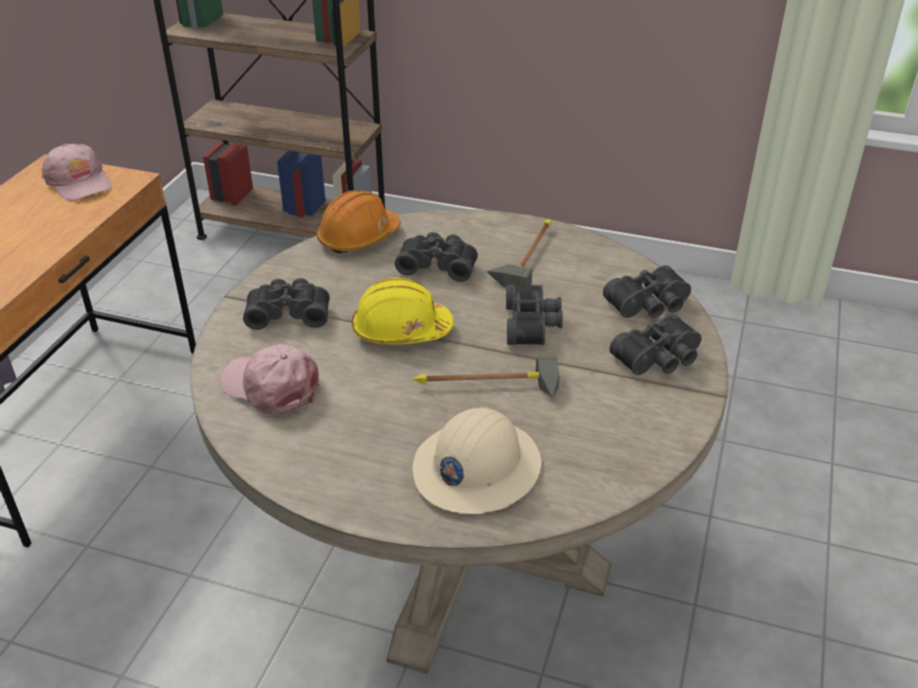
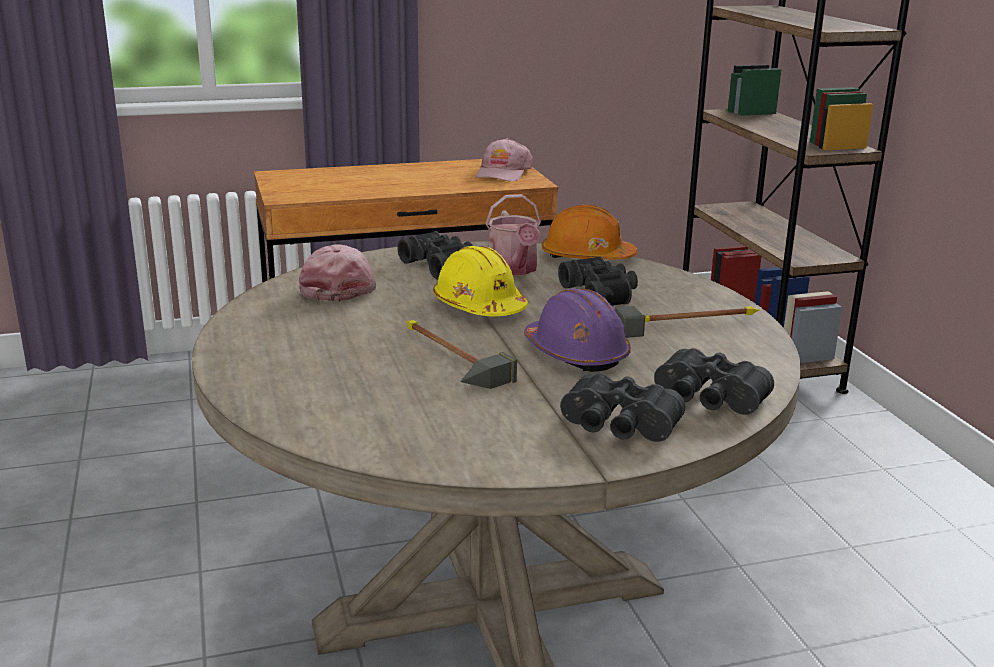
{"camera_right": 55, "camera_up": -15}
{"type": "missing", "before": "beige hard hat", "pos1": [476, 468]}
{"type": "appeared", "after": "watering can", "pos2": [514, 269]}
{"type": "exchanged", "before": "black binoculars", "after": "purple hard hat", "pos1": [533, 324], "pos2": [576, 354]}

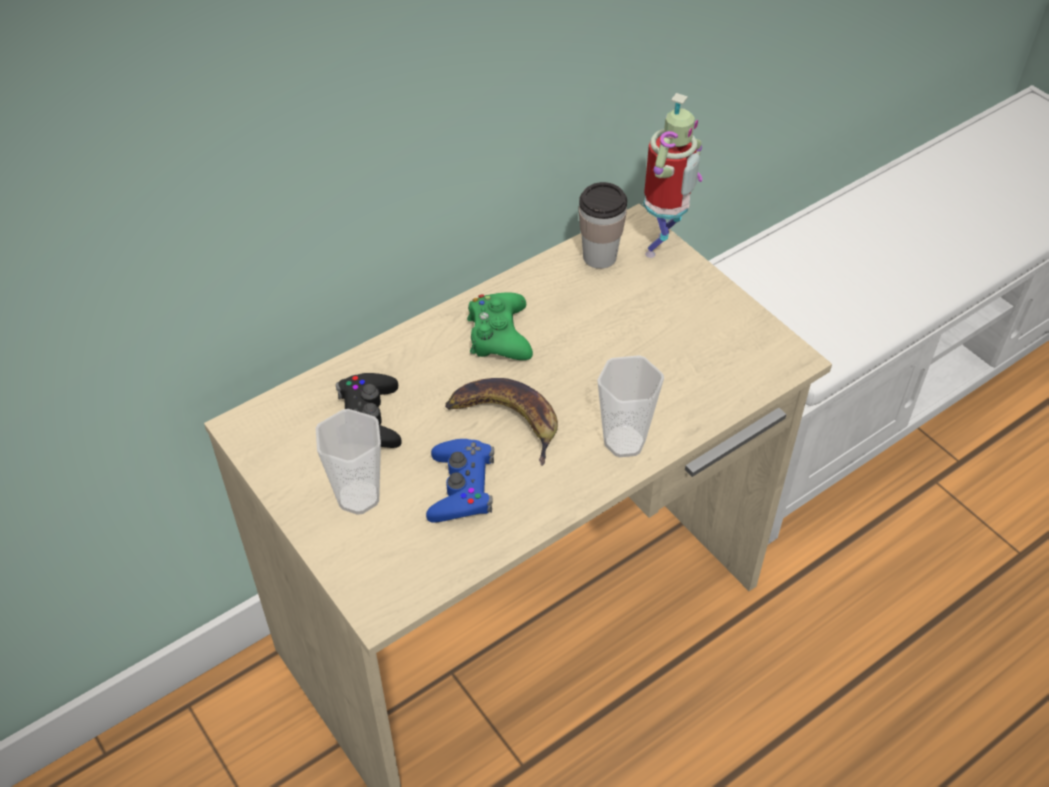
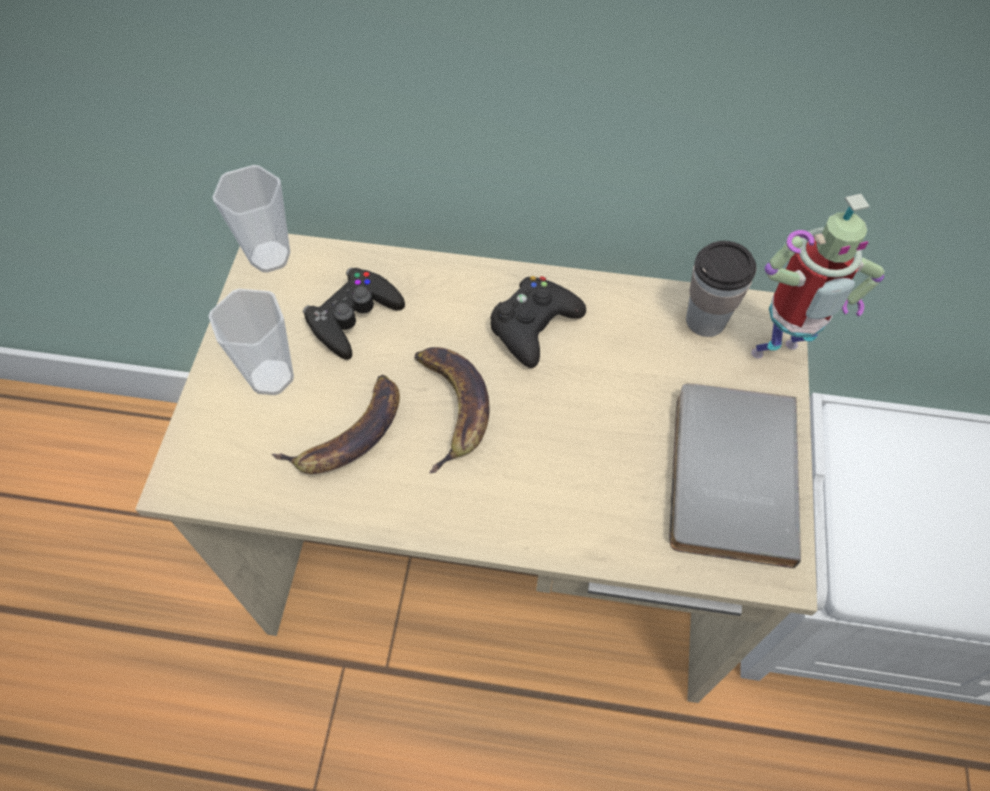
{"camera_right": 45, "camera_up": 10}
{"type": "appeared", "after": "grey book", "pos2": [725, 474]}
{"type": "relocated", "before": "cup", "pos1": [624, 442], "pos2": [270, 257]}
{"type": "exchanged", "before": "blue game controller", "after": "banana", "pos1": [461, 487], "pos2": [349, 435]}
{"type": "colour", "before": "green game controller", "after": "black game controller", "pos1": [499, 335], "pos2": [533, 326]}

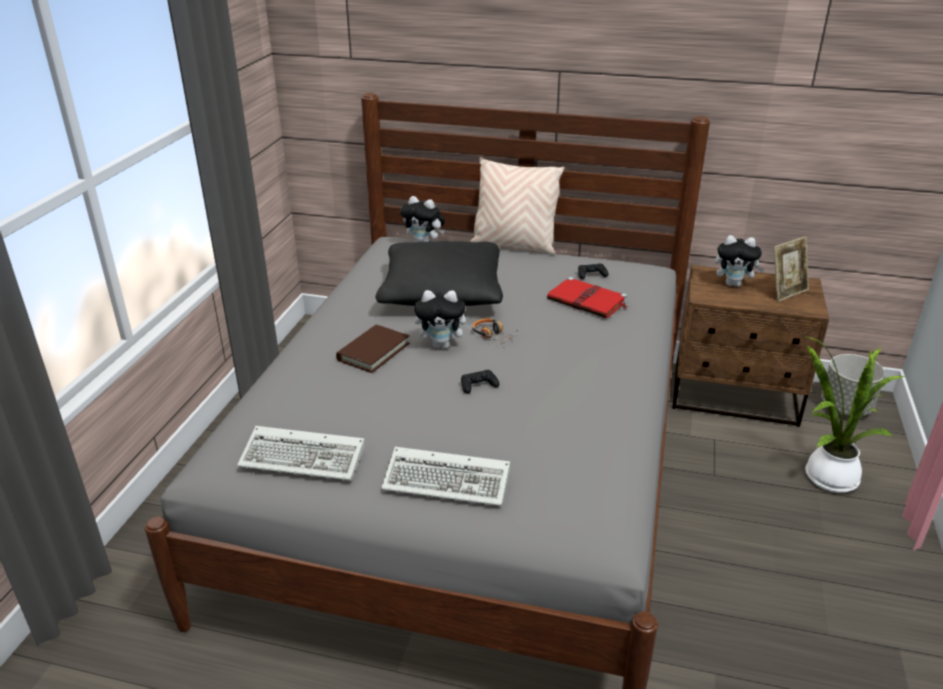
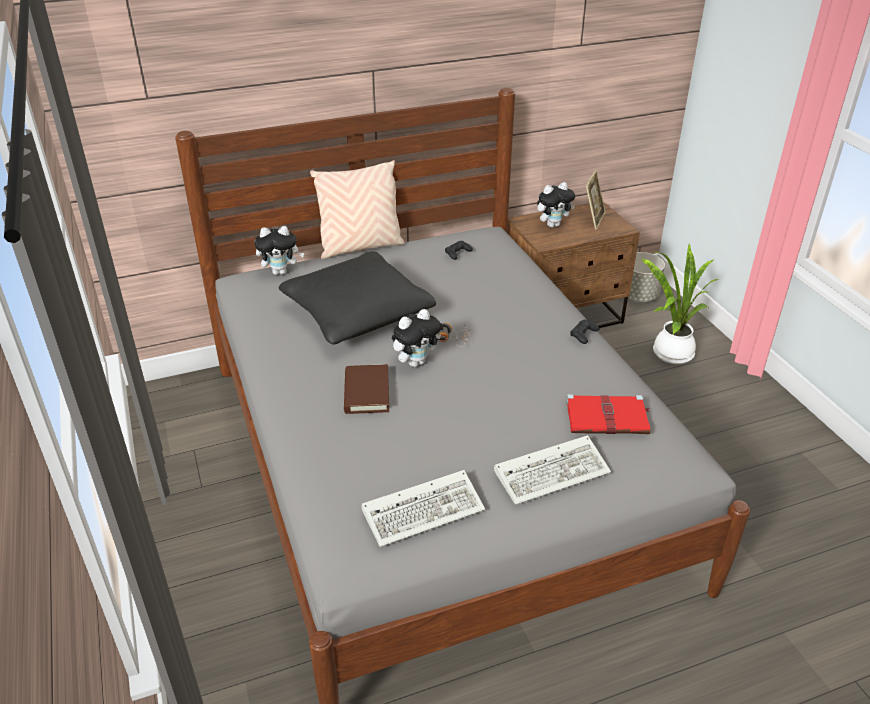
{"camera_right": -35, "camera_up": 5}
{"type": "relocated", "before": "black game controller", "pos1": [478, 385], "pos2": [583, 335]}
{"type": "relocated", "before": "red book", "pos1": [588, 301], "pos2": [608, 418]}

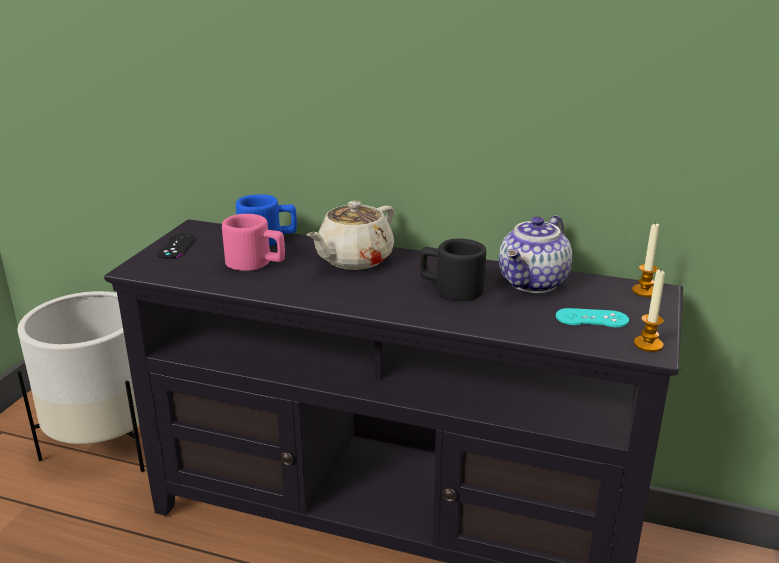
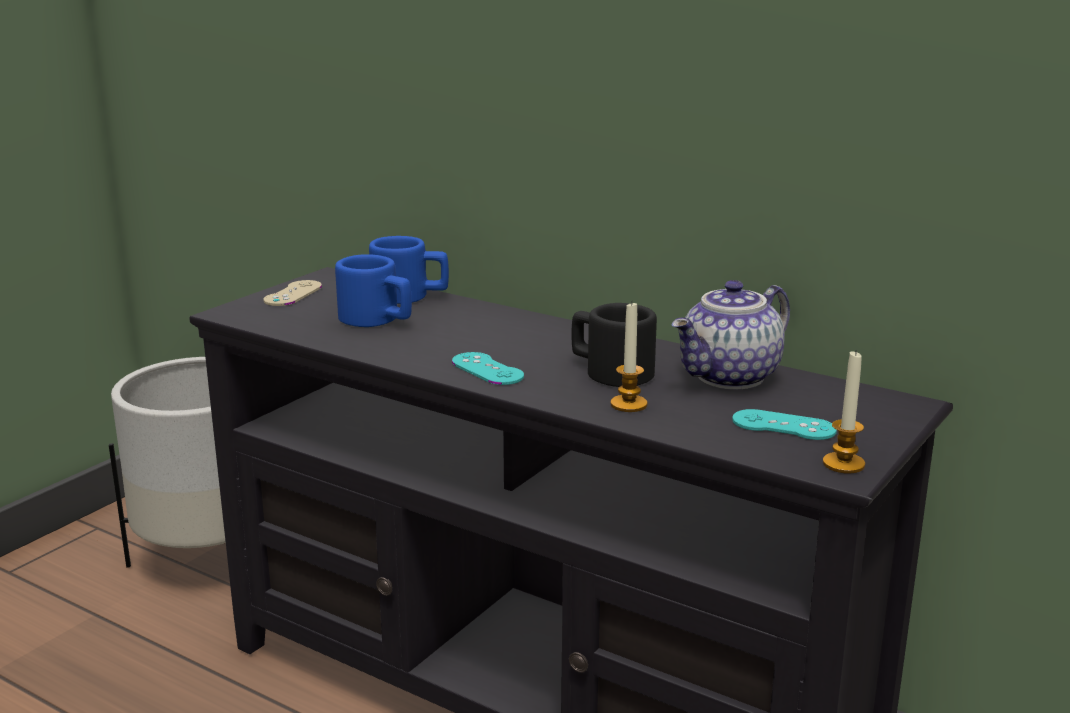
{"camera_right": 15, "camera_up": -5}
{"type": "missing", "before": "beige teapot", "pos1": [353, 260]}
{"type": "appeared", "after": "turquoise game controller", "pos2": [487, 369]}
{"type": "relocated", "before": "candle", "pos1": [644, 291], "pos2": [628, 404]}
{"type": "colour", "before": "black game controller", "after": "beige game controller", "pos1": [176, 246], "pos2": [293, 294]}
{"type": "colour", "before": "pink mug", "after": "blue mug", "pos1": [256, 263], "pos2": [377, 320]}

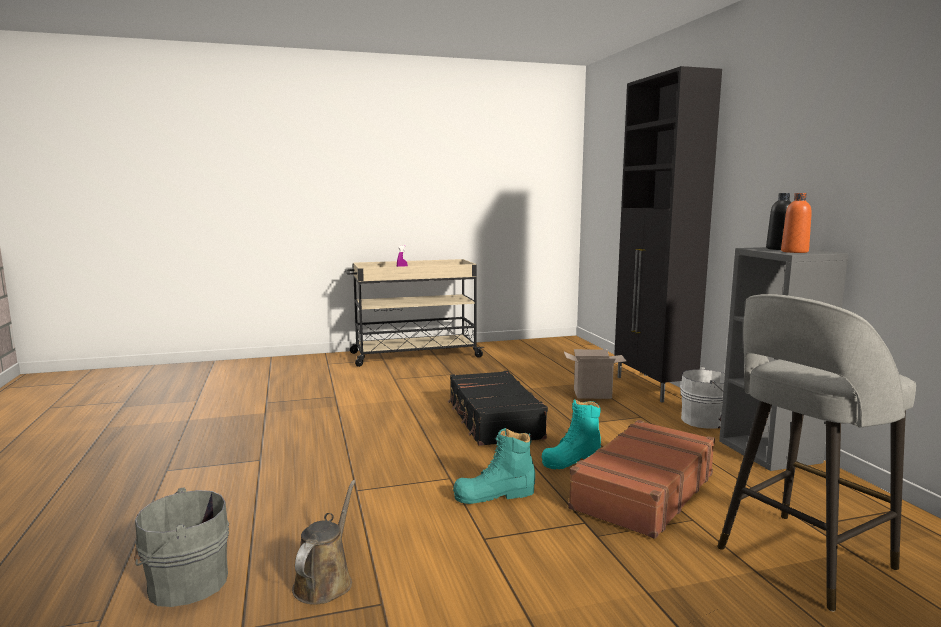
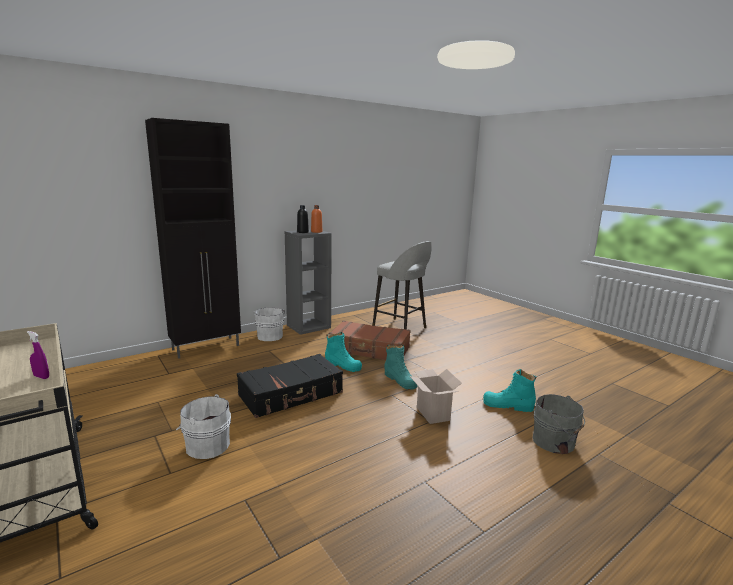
{"camera_right": -110, "camera_up": 5}
{"type": "appeared", "after": "white bucket", "pos2": [206, 445]}
{"type": "relocated", "before": "cardboard box", "pos1": [593, 394], "pos2": [431, 413]}
{"type": "exchanged", "before": "brown watering can", "after": "turquoise boot", "pos1": [325, 581], "pos2": [508, 405]}

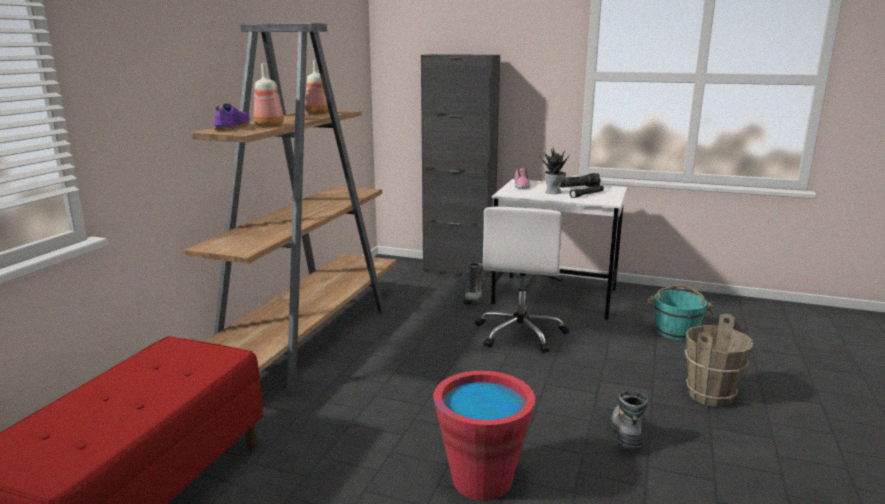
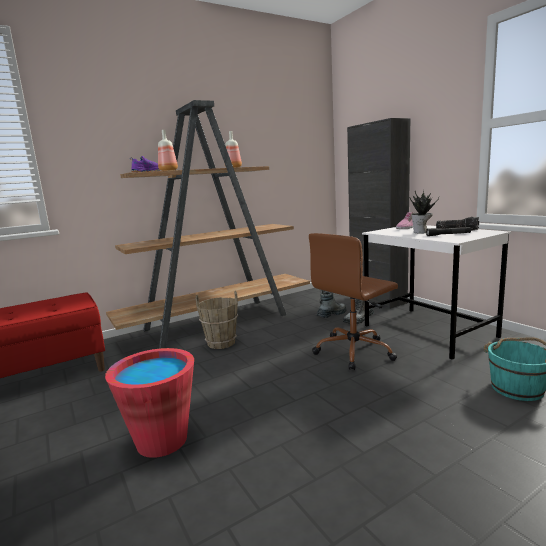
{"camera_right": 40, "camera_up": -5}
{"type": "relocated", "before": "boot", "pos1": [625, 434], "pos2": [331, 315]}
{"type": "relocated", "before": "brown bucket", "pos1": [710, 395], "pos2": [221, 343]}
{"type": "colour", "before": "white office chair", "after": "brown office chair", "pos1": [520, 333], "pos2": [354, 351]}

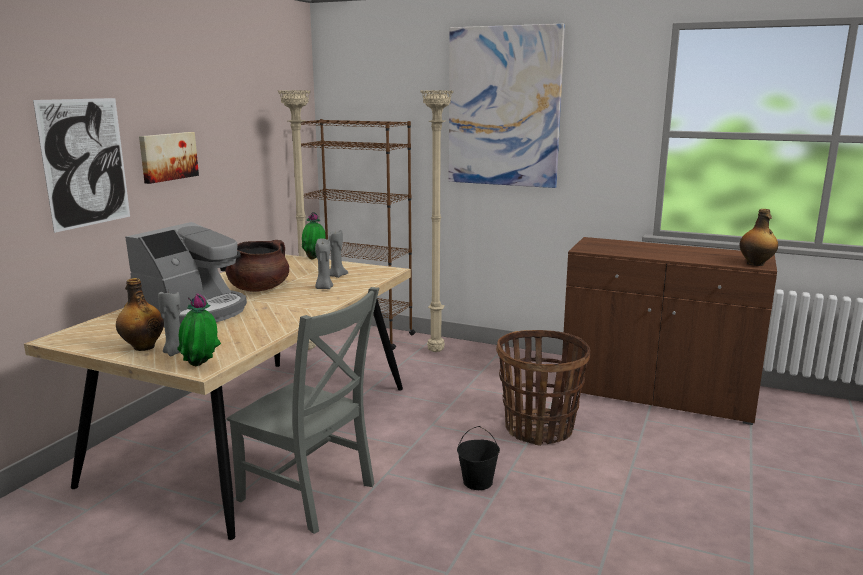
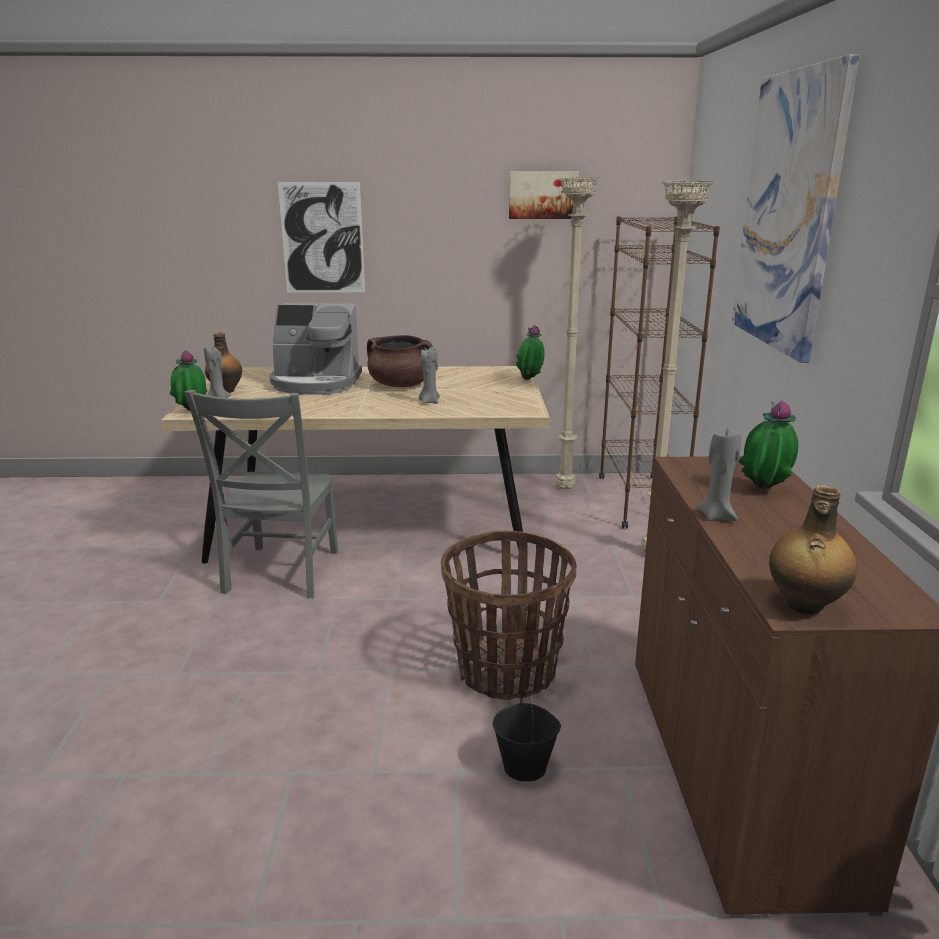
{"camera_right": 65, "camera_up": 5}
{"type": "appeared", "after": "potted plant", "pos2": [763, 490]}
{"type": "relocated", "before": "picture", "pos1": [167, 156], "pos2": [543, 195]}
{"type": "relocated", "before": "grey candle", "pos1": [336, 276], "pos2": [716, 516]}
{"type": "relocated", "before": "black bucket", "pos1": [478, 482], "pos2": [525, 766]}

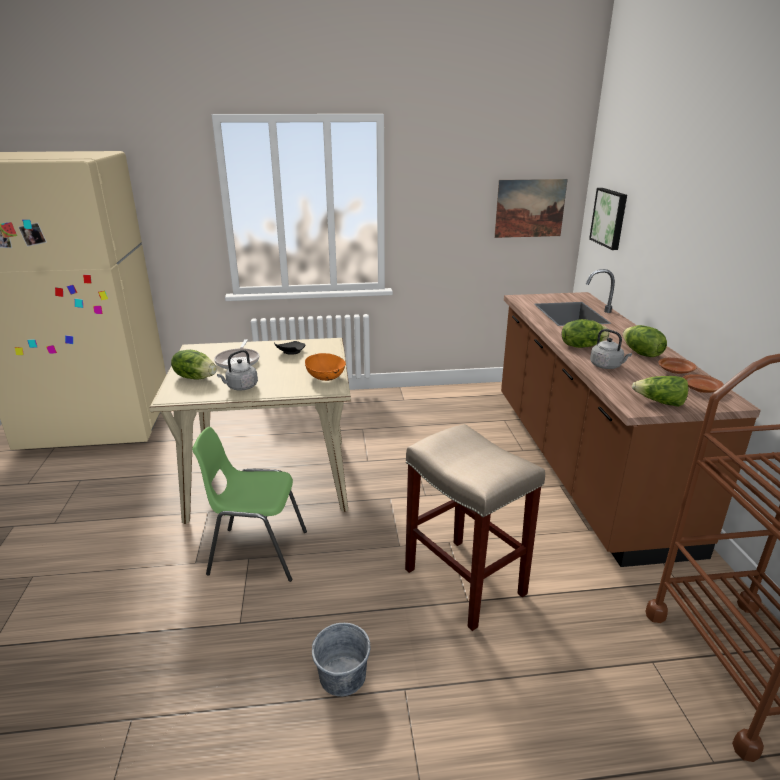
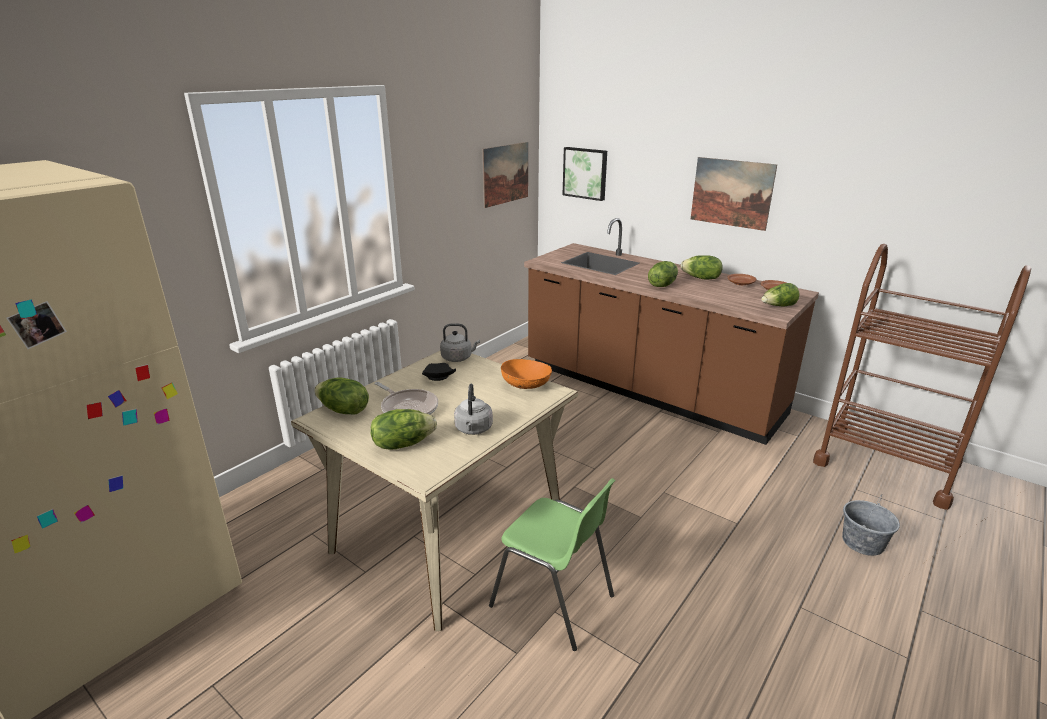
{"camera_right": -45, "camera_up": 0}
{"type": "missing", "before": "beige stool", "pos1": [466, 582]}
{"type": "appeared", "after": "lettuce", "pos2": [343, 410]}
{"type": "appeared", "after": "picture", "pos2": [731, 193]}
{"type": "relocated", "before": "grey bucket", "pos1": [343, 676], "pos2": [862, 542]}
{"type": "relocated", "before": "grey kettle", "pos1": [607, 366], "pos2": [458, 358]}
{"type": "spun", "before": "green chair", "pos1": [257, 552], "pos2": [553, 601], "turn": -105}

